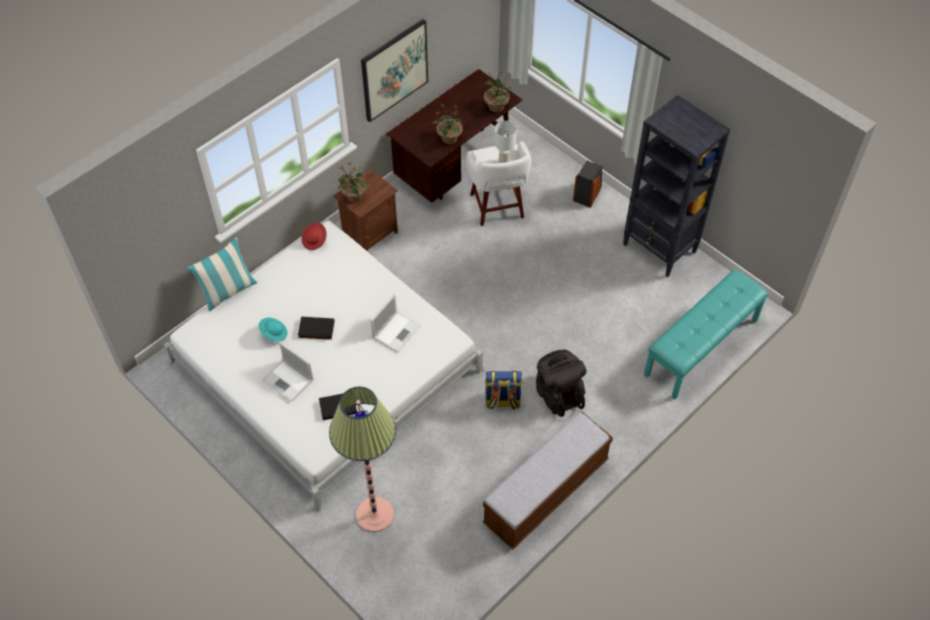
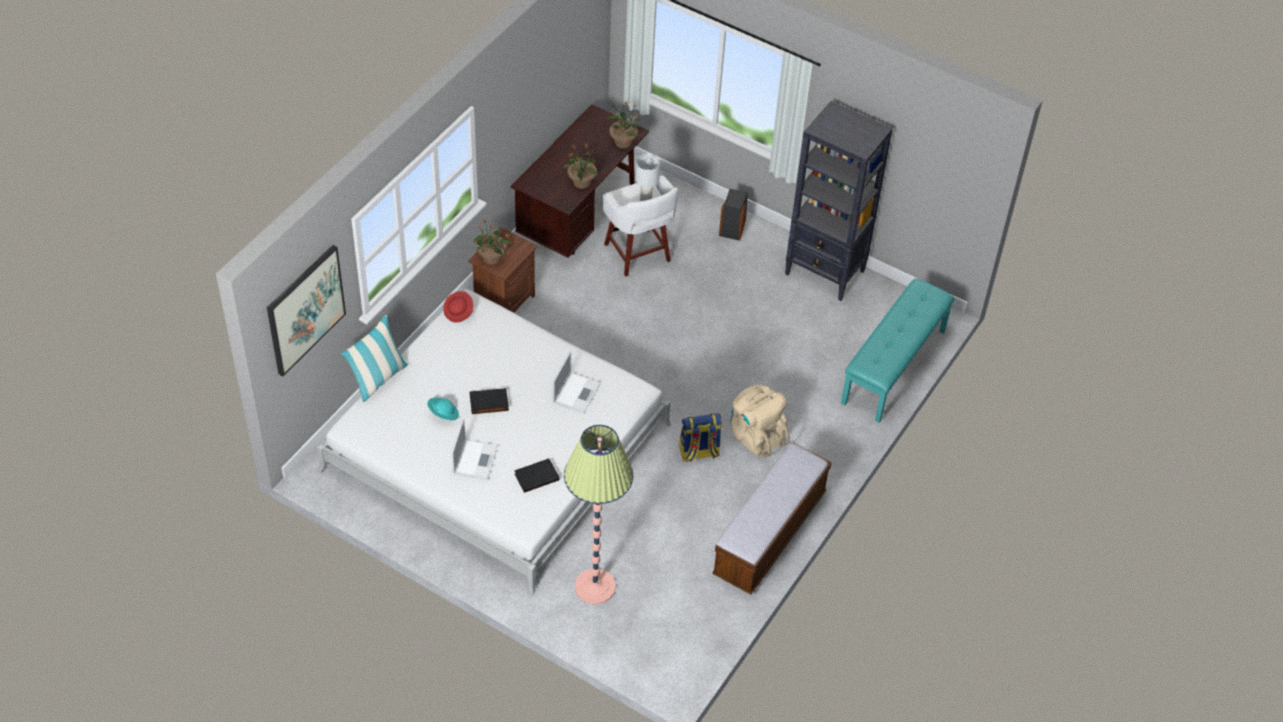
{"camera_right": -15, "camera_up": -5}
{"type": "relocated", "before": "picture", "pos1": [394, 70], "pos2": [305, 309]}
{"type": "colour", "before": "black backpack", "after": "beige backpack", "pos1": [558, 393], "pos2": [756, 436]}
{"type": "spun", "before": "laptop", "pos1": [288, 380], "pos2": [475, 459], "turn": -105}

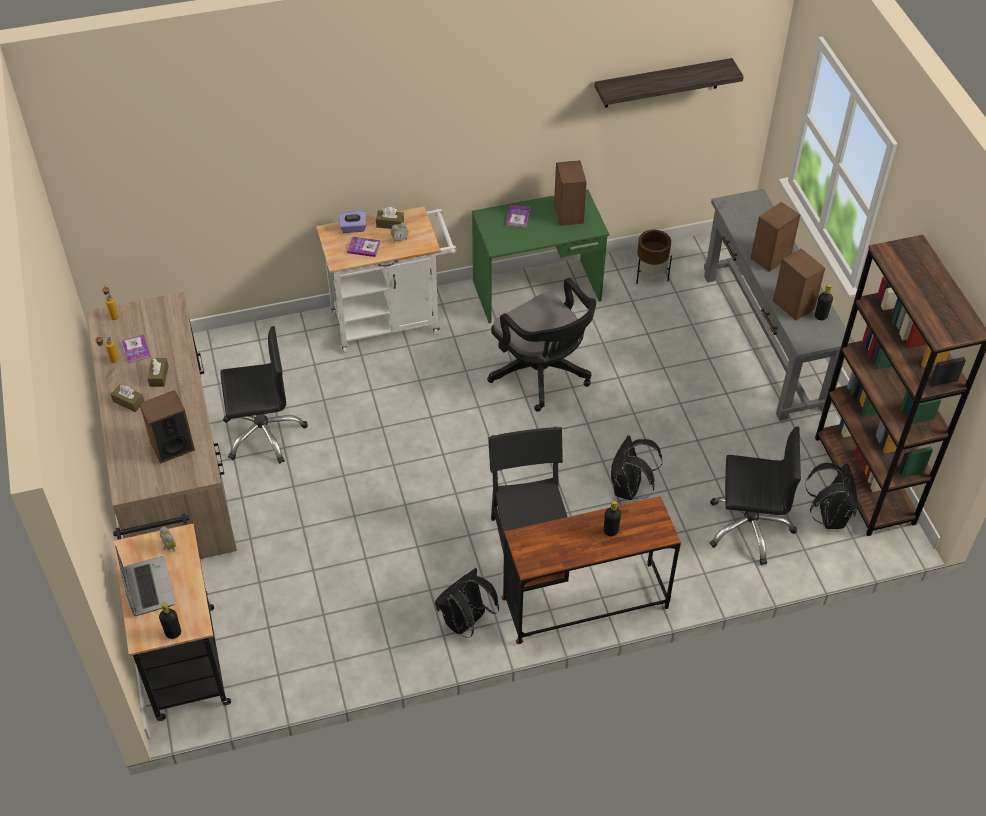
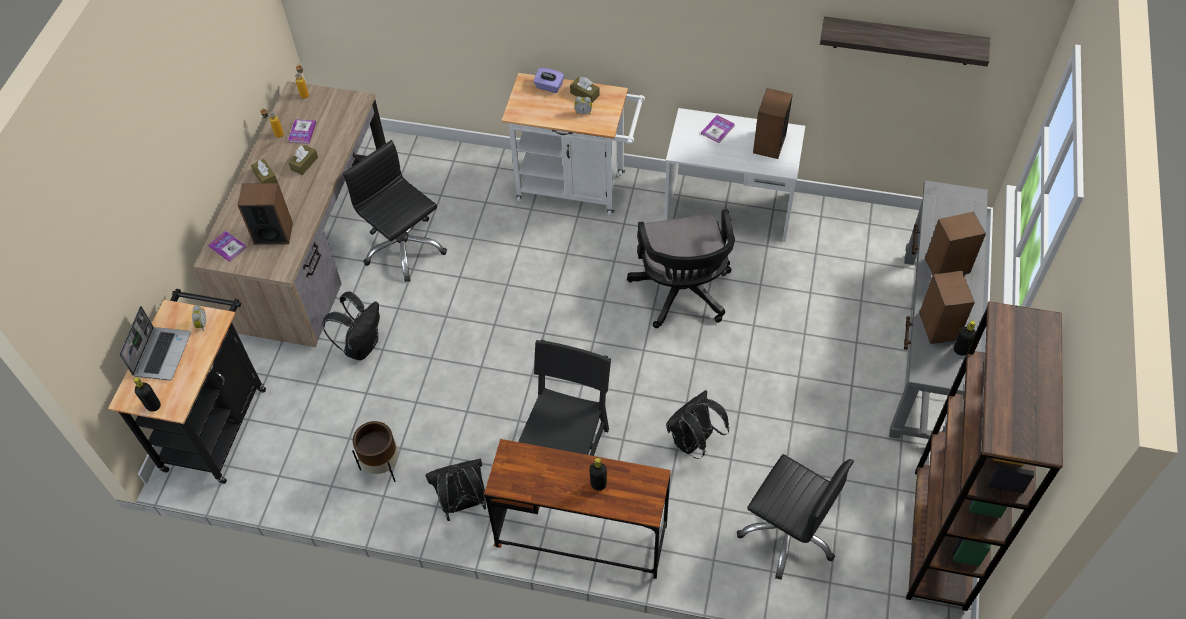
{"camera_right": 30, "camera_up": 5}
{"type": "relocated", "before": "book", "pos1": [364, 247], "pos2": [228, 247]}
{"type": "relocated", "before": "brown planter", "pos1": [650, 275], "pos2": [382, 466]}
{"type": "relocated", "before": "black backpack", "pos1": [828, 516], "pos2": [362, 345]}
{"type": "colour", "before": "green desk", "after": "white desk", "pos1": [537, 291], "pos2": [729, 209]}
{"type": "spun", "before": "black office chair", "pos1": [263, 433], "pos2": [404, 248], "turn": -150}

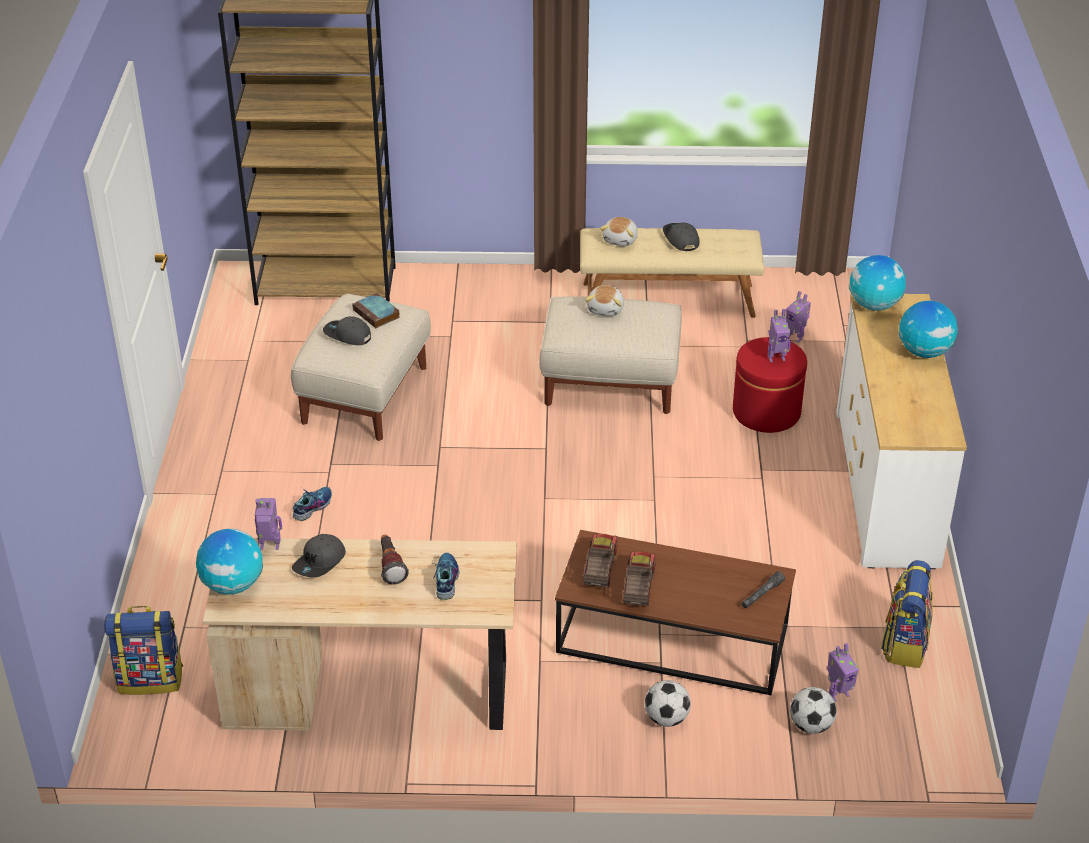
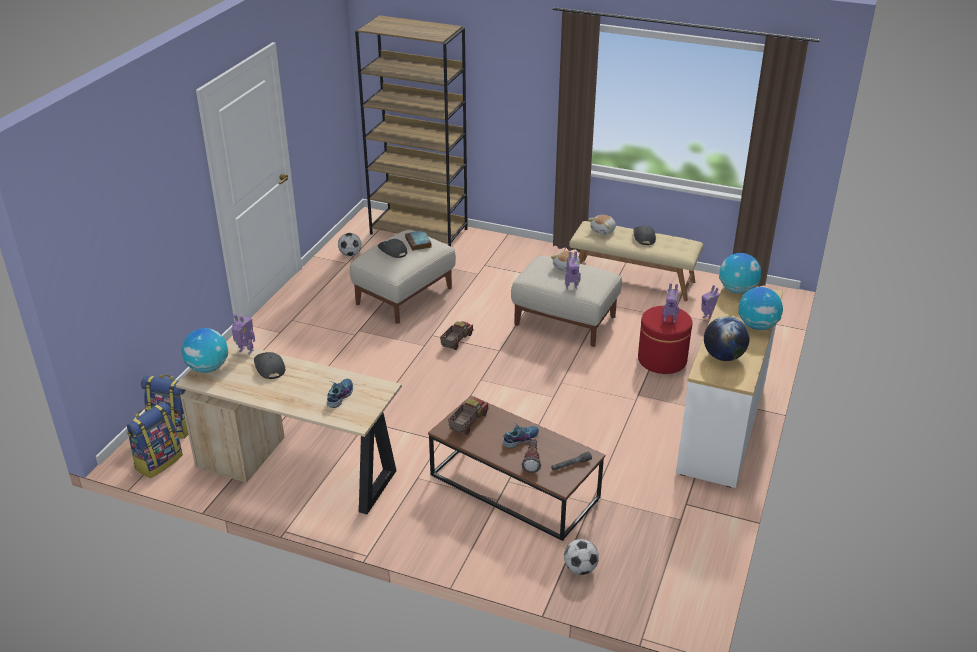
{"camera_right": 20, "camera_up": -5}
{"type": "appeared", "after": "globe", "pos2": [723, 356]}
{"type": "relocated", "before": "shoe", "pos1": [312, 507], "pos2": [520, 439]}
{"type": "relocated", "before": "flashlight", "pos1": [391, 566], "pos2": [532, 460]}
{"type": "relocated", "before": "toy truck", "pos1": [637, 588], "pos2": [456, 341]}
{"type": "relocated", "before": "football", "pos1": [666, 718], "pos2": [350, 254]}
{"type": "relocated", "before": "toy robot", "pos1": [838, 694], "pos2": [571, 287]}
{"type": "relocated", "before": "backpack", "pos1": [904, 644], "pos2": [158, 462]}
{"type": "spun", "before": "grey cap", "pos1": [320, 562], "pos2": [269, 367], "turn": 105}

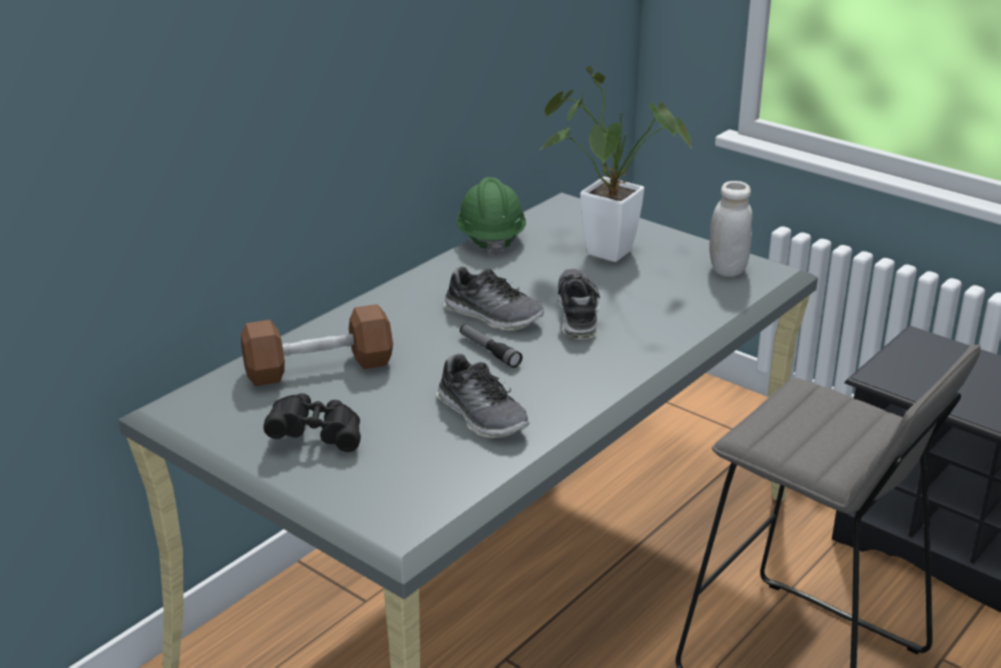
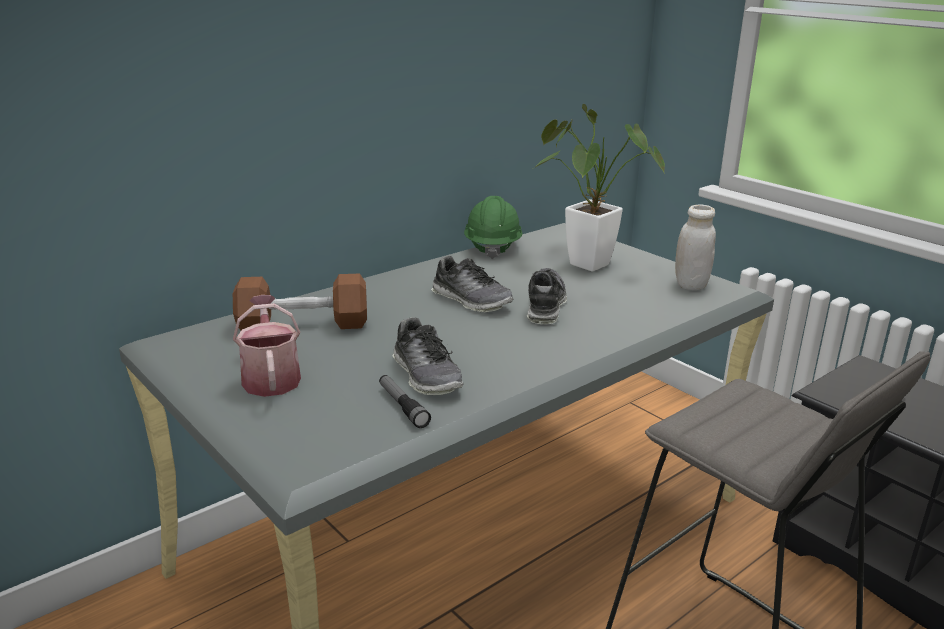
{"camera_right": 10, "camera_up": -5}
{"type": "relocated", "before": "flashlight", "pos1": [489, 351], "pos2": [402, 406]}
{"type": "exchanged", "before": "black binoculars", "after": "watering can", "pos1": [317, 436], "pos2": [270, 377]}

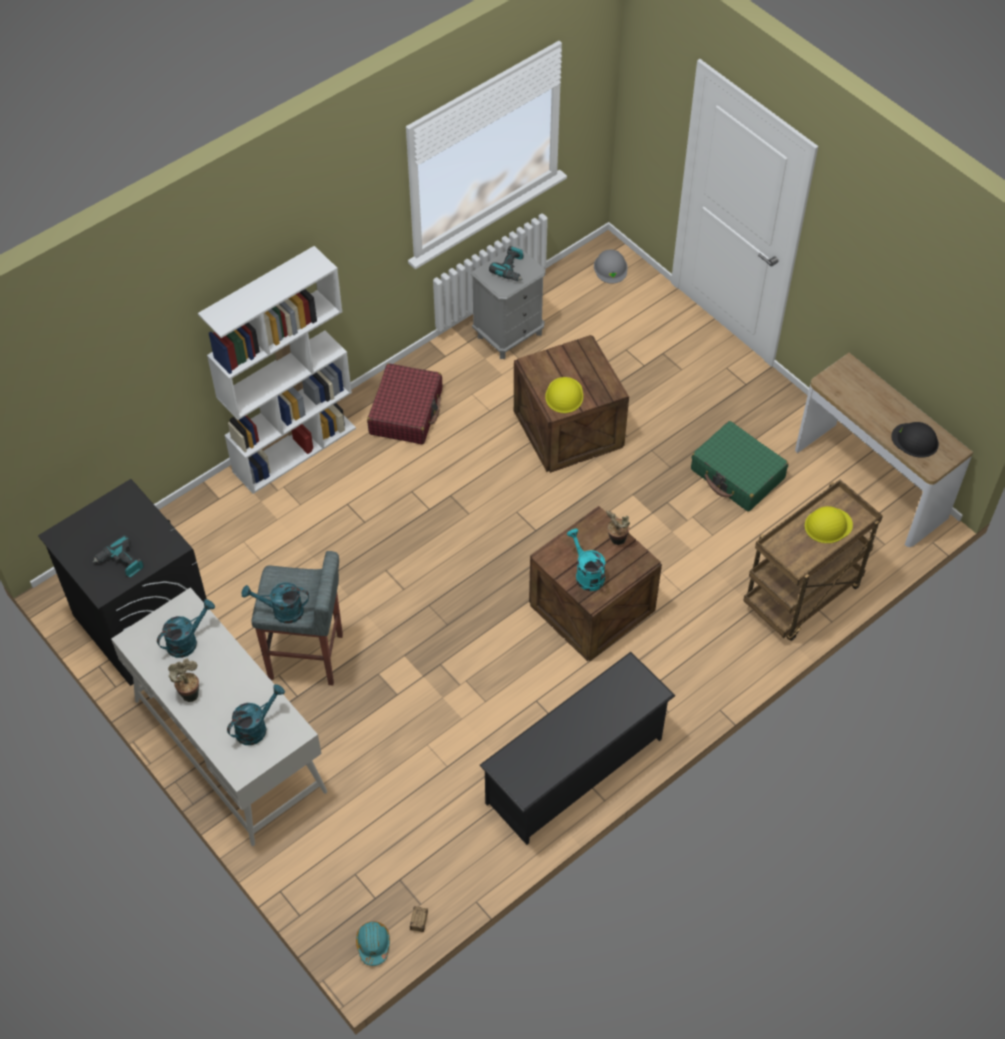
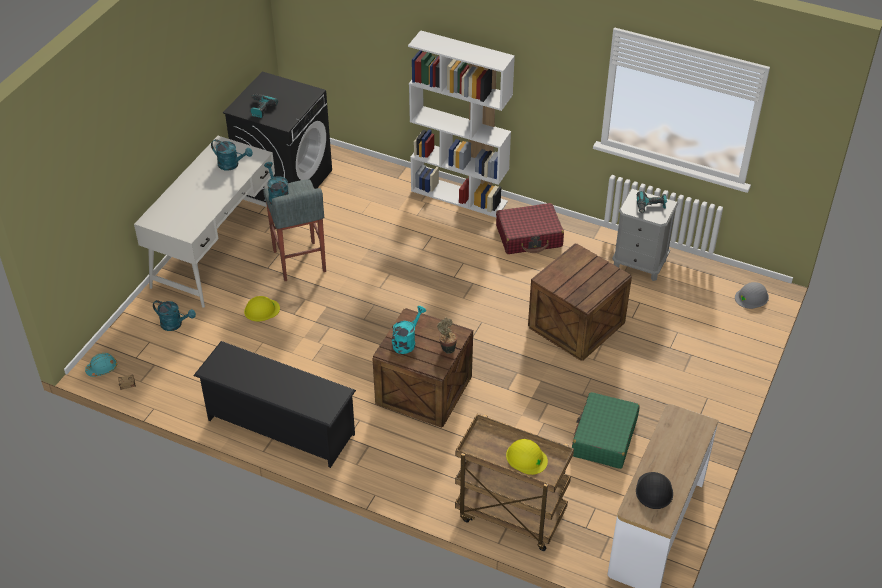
{"camera_right": 65, "camera_up": -10}
{"type": "missing", "before": "potted plant", "pos1": [189, 693]}
{"type": "relocated", "before": "turquoise watering can", "pos1": [256, 727], "pos2": [175, 324]}
{"type": "relocated", "before": "yellow hard hat", "pos1": [564, 395], "pos2": [261, 310]}

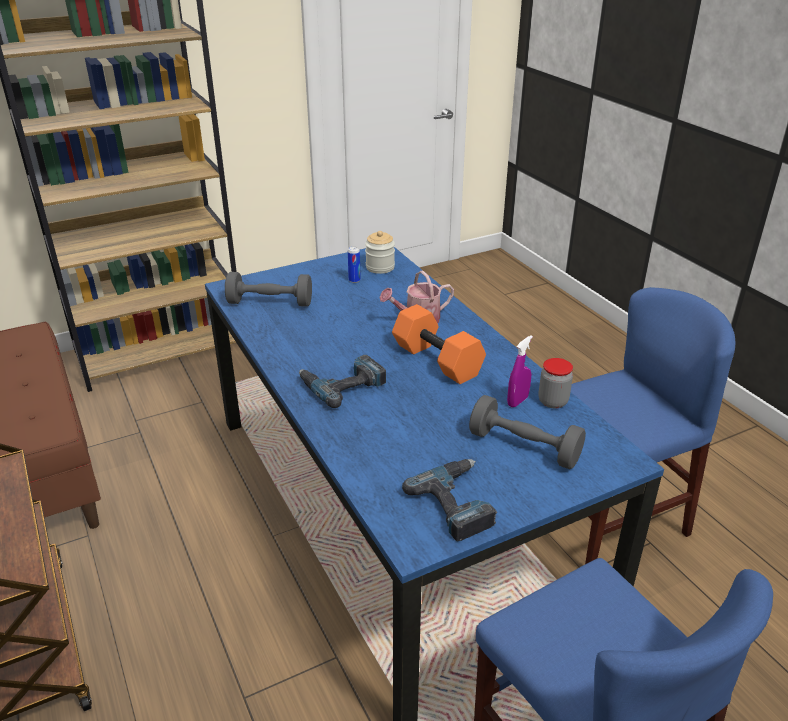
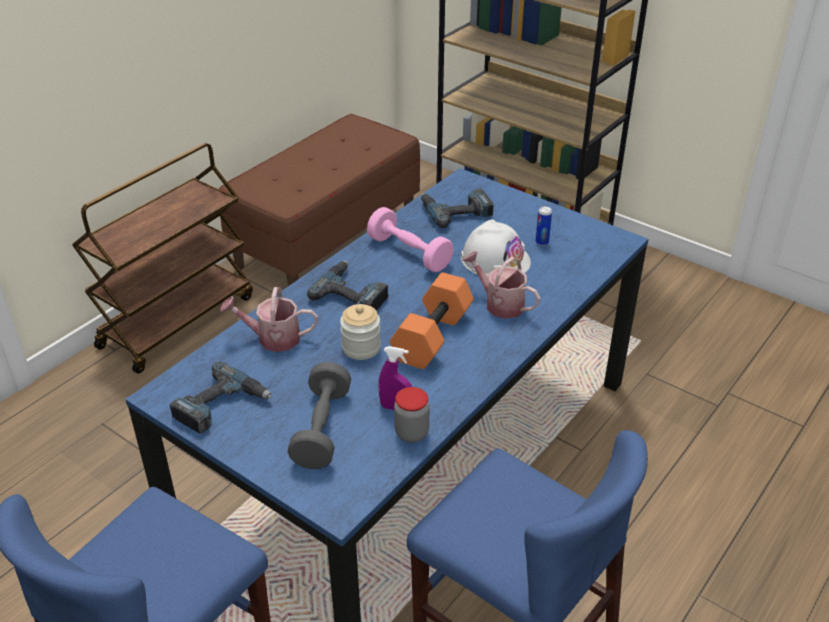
{"camera_right": 65, "camera_up": 5}
{"type": "appeared", "after": "watering can", "pos2": [273, 338]}
{"type": "appeared", "after": "pink dumbbell", "pos2": [409, 253]}
{"type": "appeared", "after": "white hard hat", "pos2": [495, 259]}
{"type": "relocated", "before": "jar", "pos1": [380, 267], "pos2": [361, 348]}
{"type": "exchanged", "before": "grey dumbbell", "after": "power drill", "pos1": [270, 303], "pos2": [455, 211]}

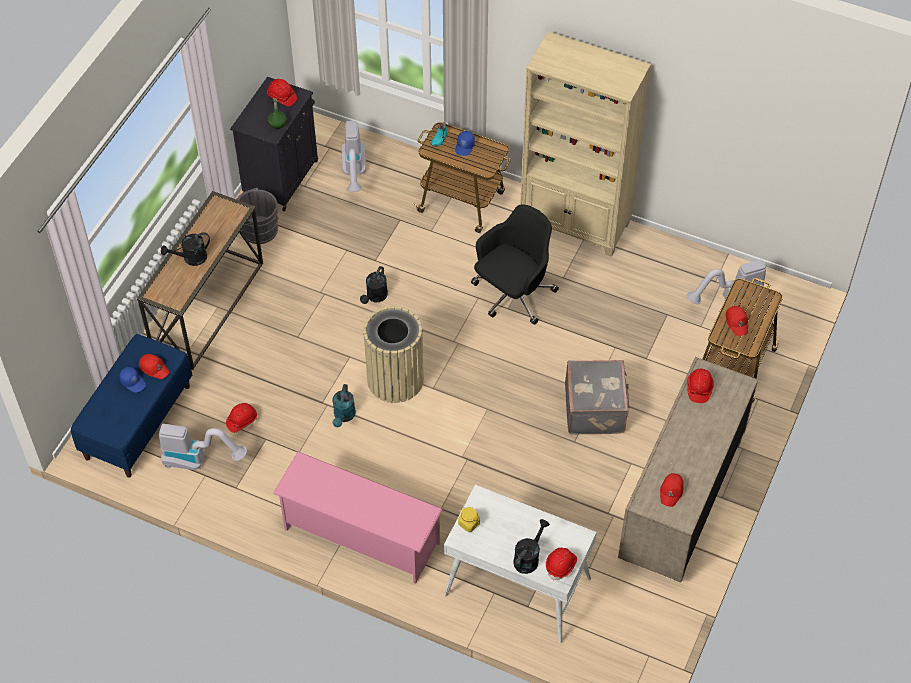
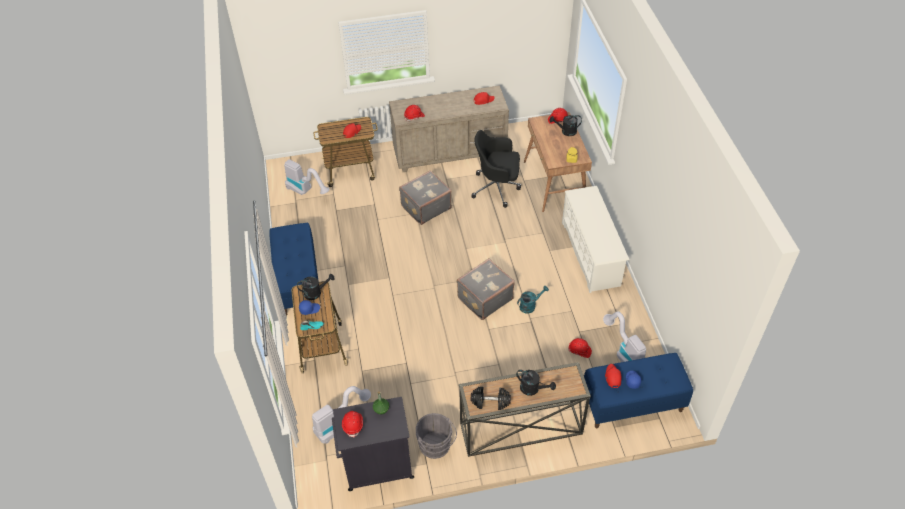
{"camera_right": -125, "camera_up": -5}
{"type": "appeared", "after": "black dumbbell", "pos2": [490, 402]}
{"type": "relocated", "before": "black watering can", "pos1": [375, 297], "pos2": [316, 292]}
{"type": "relocated", "before": "black office chair", "pos1": [513, 295], "pos2": [497, 188]}
{"type": "exchanged", "before": "beige trash can", "after": "grey suitcase", "pos1": [395, 379], "pos2": [484, 298]}
{"type": "exchanged", "before": "beige bookcase", "after": "blue bench", "pos1": [575, 225], "pos2": [298, 281]}
{"type": "colour", "before": "pink shoe rack", "after": "white shoe rack", "pos1": [360, 536], "pos2": [591, 254]}
{"type": "colour", "before": "white desk", "after": "brown desk", "pos1": [516, 587], "pos2": [555, 183]}

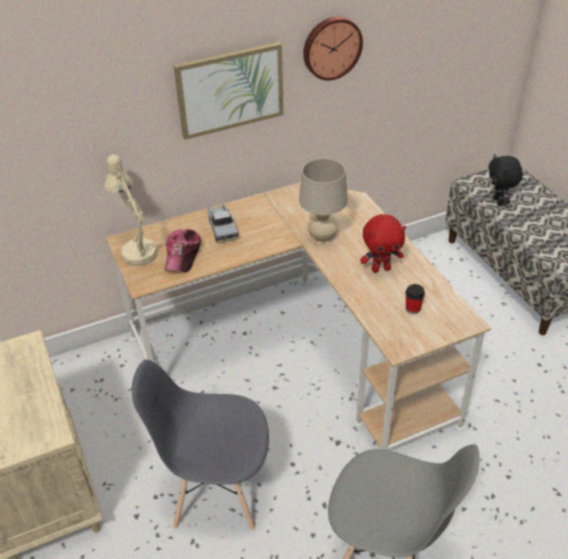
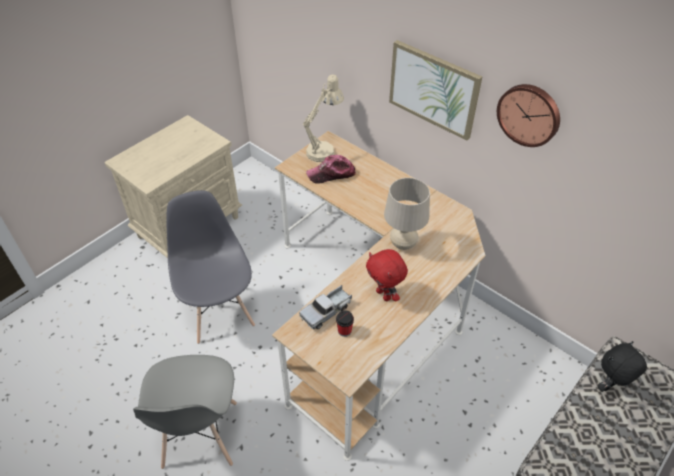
{"camera_right": 65, "camera_up": 5}
{"type": "relocated", "before": "toy truck", "pos1": [222, 228], "pos2": [326, 311]}

